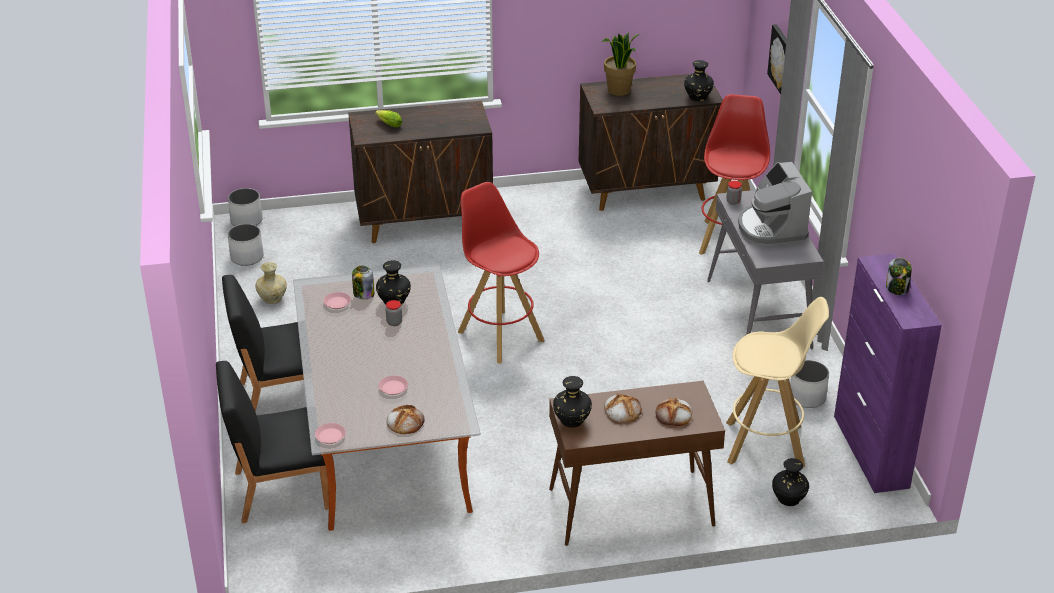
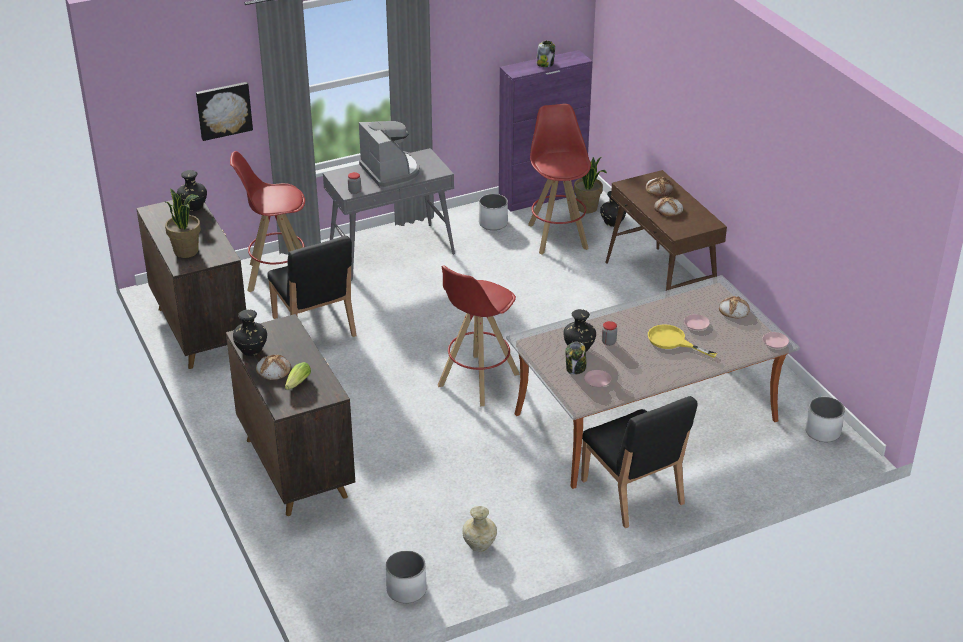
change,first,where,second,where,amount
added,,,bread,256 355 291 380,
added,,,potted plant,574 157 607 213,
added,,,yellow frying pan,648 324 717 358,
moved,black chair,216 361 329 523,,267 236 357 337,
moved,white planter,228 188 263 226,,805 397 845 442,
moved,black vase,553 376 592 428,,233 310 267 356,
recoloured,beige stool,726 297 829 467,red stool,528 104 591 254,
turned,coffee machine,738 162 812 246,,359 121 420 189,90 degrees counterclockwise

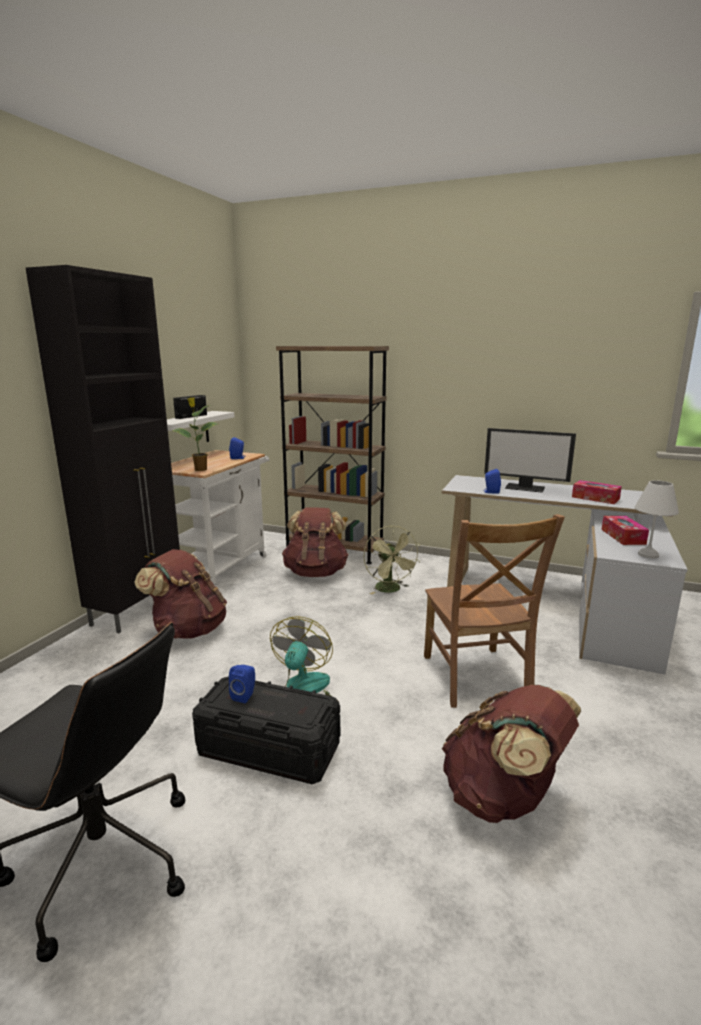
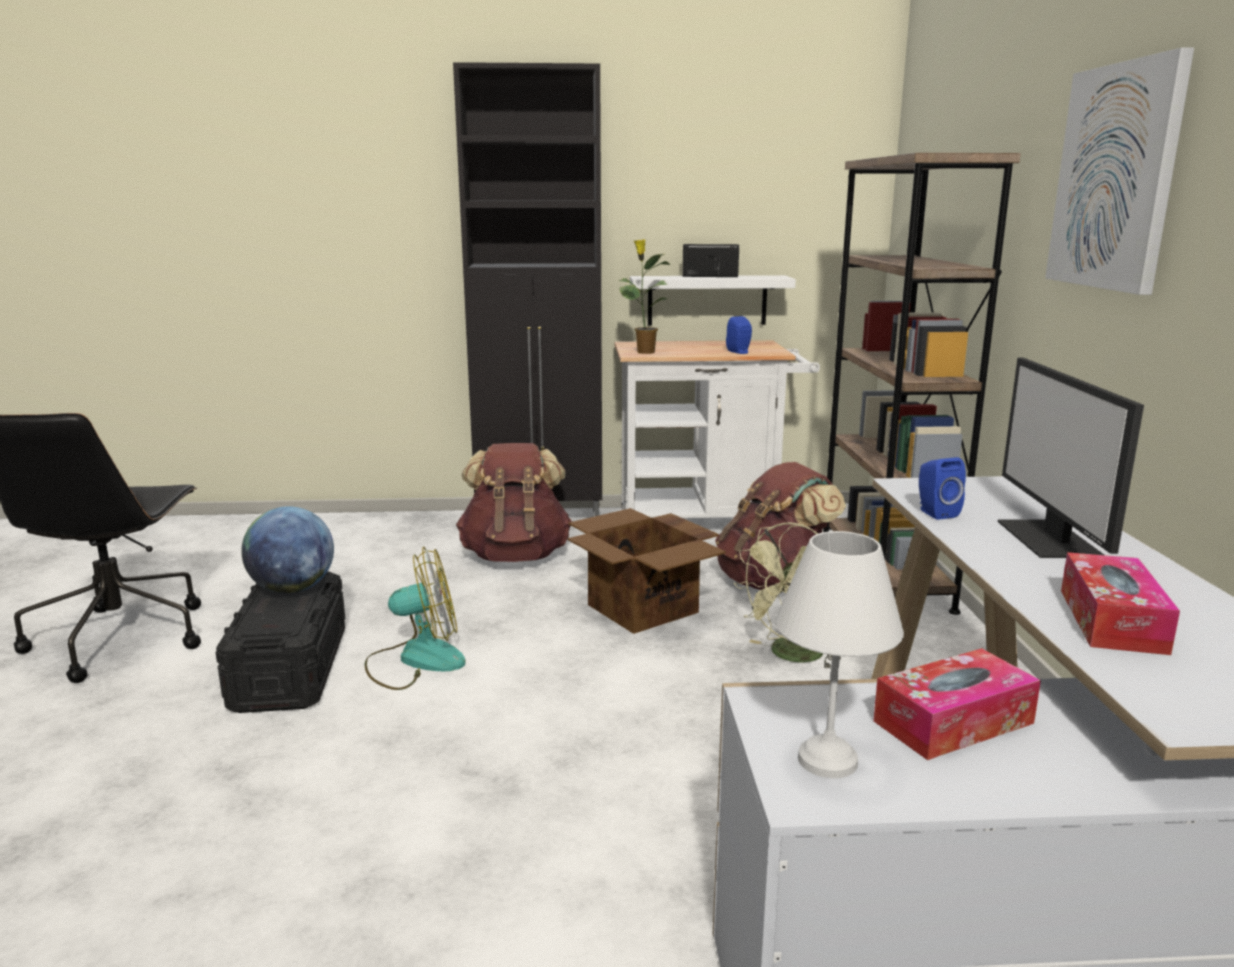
change,first,where,second,where,amount
removed,brown chair,424 514 565 708,,,
removed,brown backpack,442 685 581 823,,,
added,,,cardboard box,568 508 726 634,
added,,,picture,1045 47 1194 295,
replaced,blue speaker,229 665 255 703,globe,241 506 334 594,

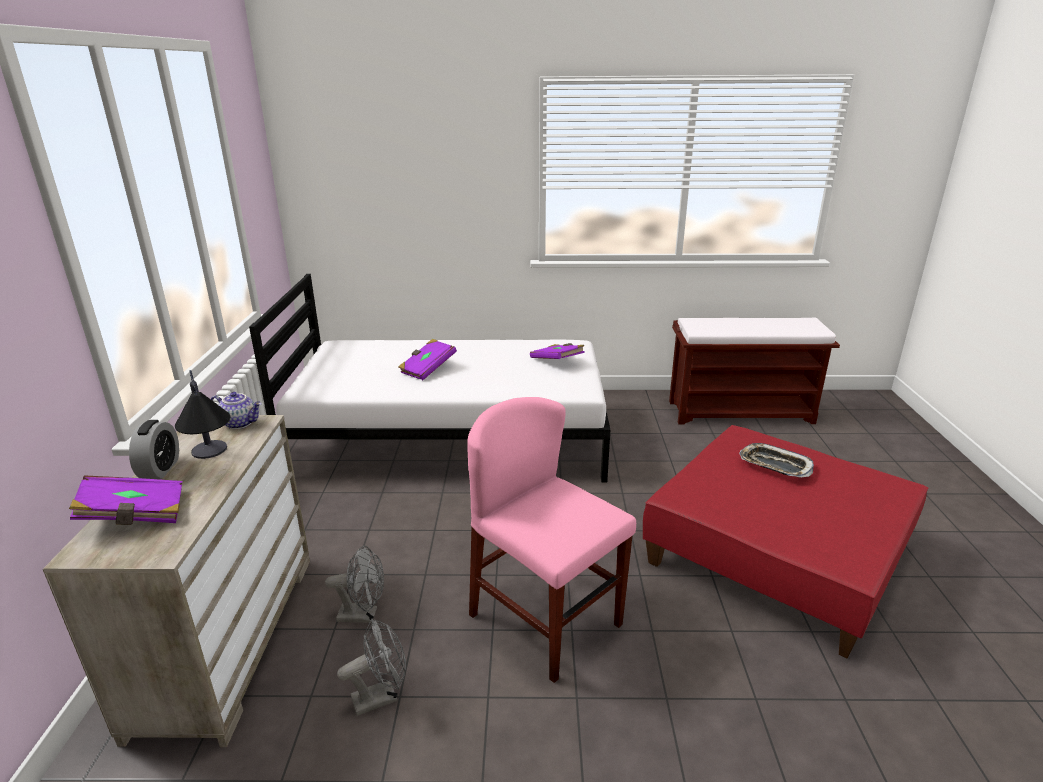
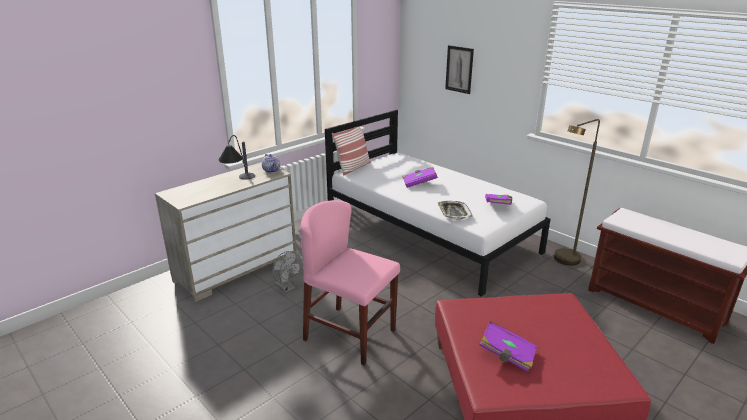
change,first,where,second,where,amount
removed,alarm clock,129 420 179 479,,,
removed,grey fan,337 619 406 716,,,
added,,,pillow,332 126 371 175,
added,,,picture,445 45 474 94,
added,,,brown floor lamp,554 119 600 265,
moved,purple book,69 475 182 525,,479 321 537 372,
moved,tray,739 443 814 478,,437 201 472 220,
turned,pink chair,467 397 636 683,,301 200 400 365,60 degrees counterclockwise

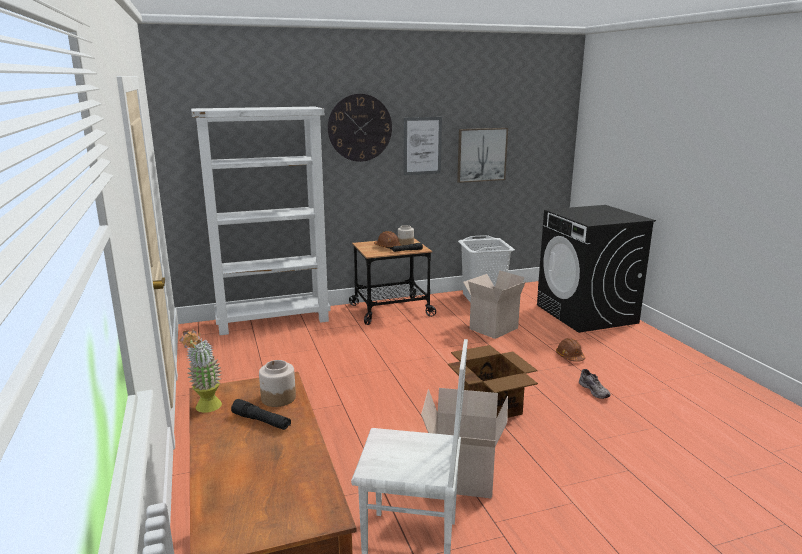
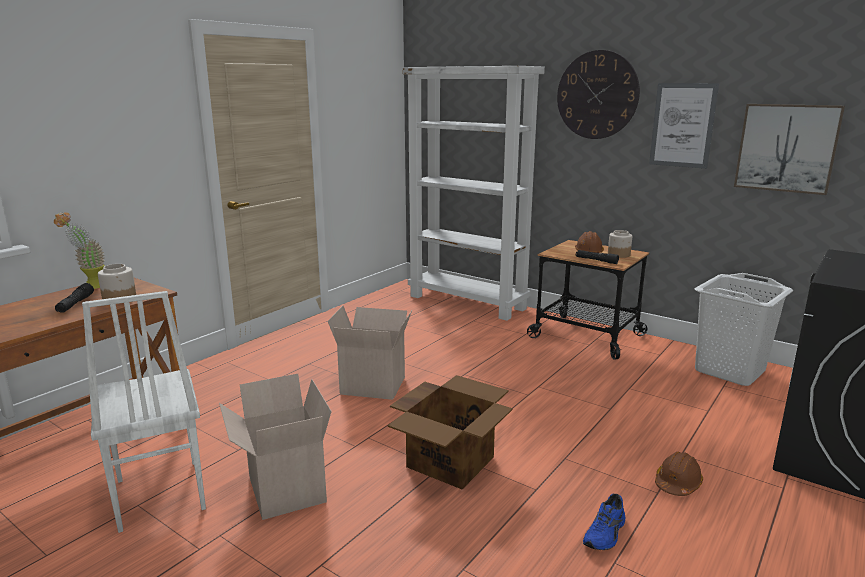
change,first,where,second,where,amount
moved,cardboard box,463 270 526 339,,328 306 412 400,
recoloured,grey shoe,579 369 611 399,blue shoe,583 493 625 550,

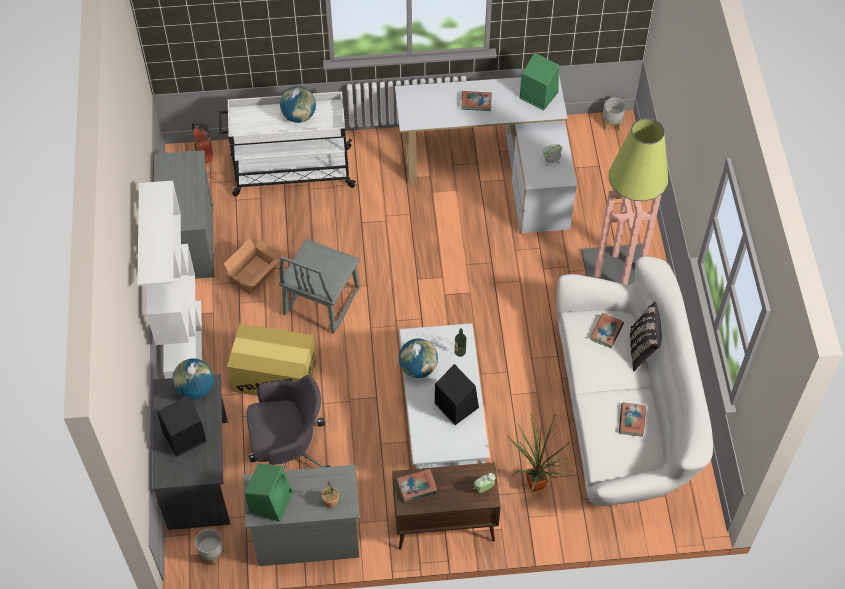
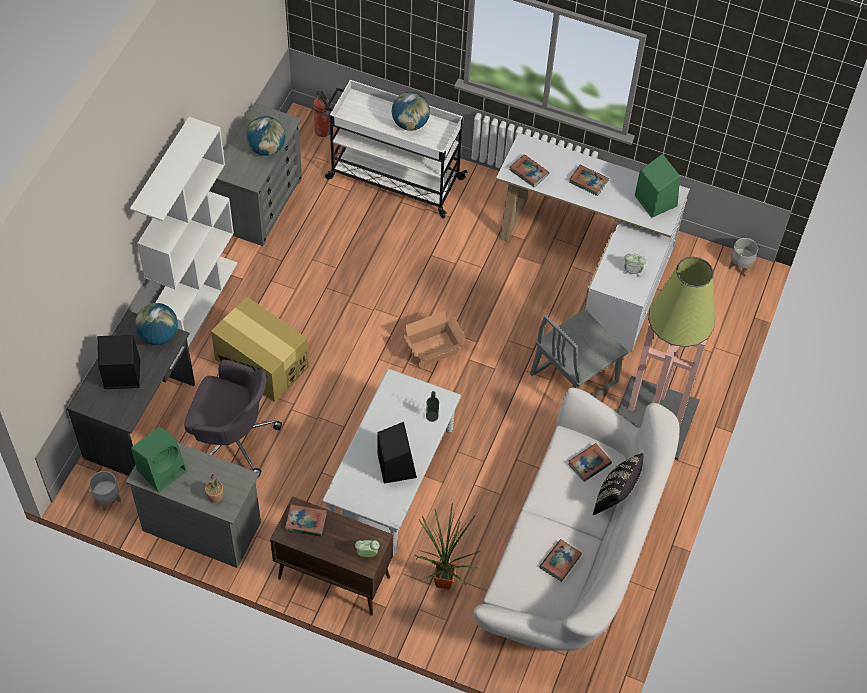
change,first,where,second,where,amount
added,,,book,510 154 549 188,
moved,cardboard box,224 238 280 295,,403 311 465 368,
moved,grey chair,279 239 360 334,,530 309 628 398,
moved,globe,399 338 438 378,,246 116 285 156,

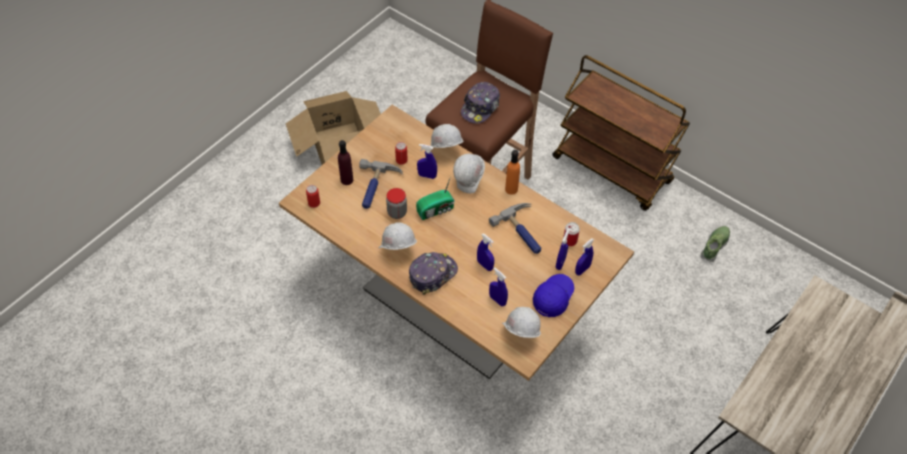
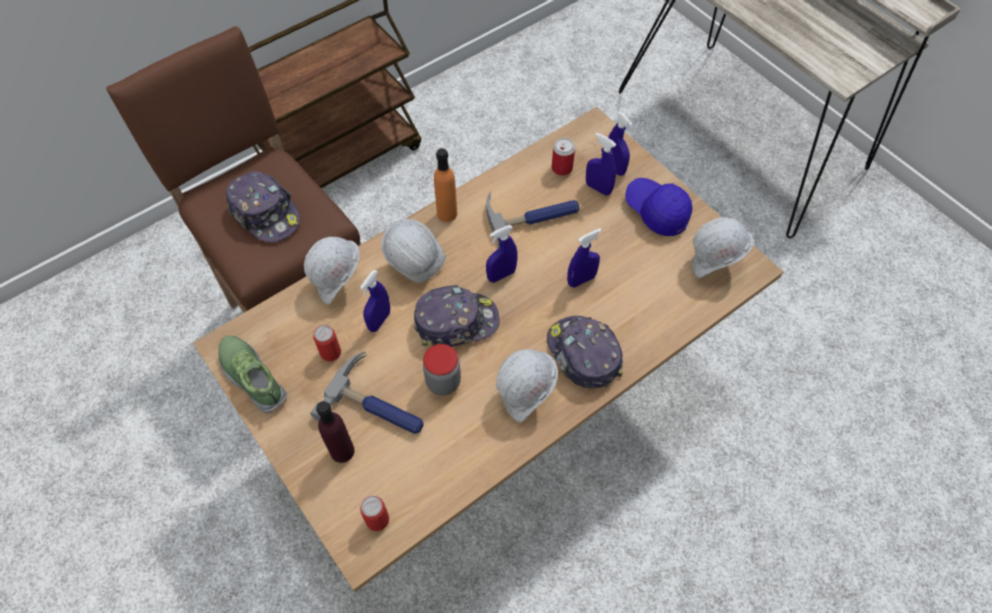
change,first,where,second,where,amount
removed,cardboard box,286 91 381 165,,,
moved,blue spray bottle,489 267 508 306,,486 225 518 283,
moved,shoe,701 226 730 262,,218 335 287 413,
replaced,radio,416 176 455 220,cap,414 285 500 347,

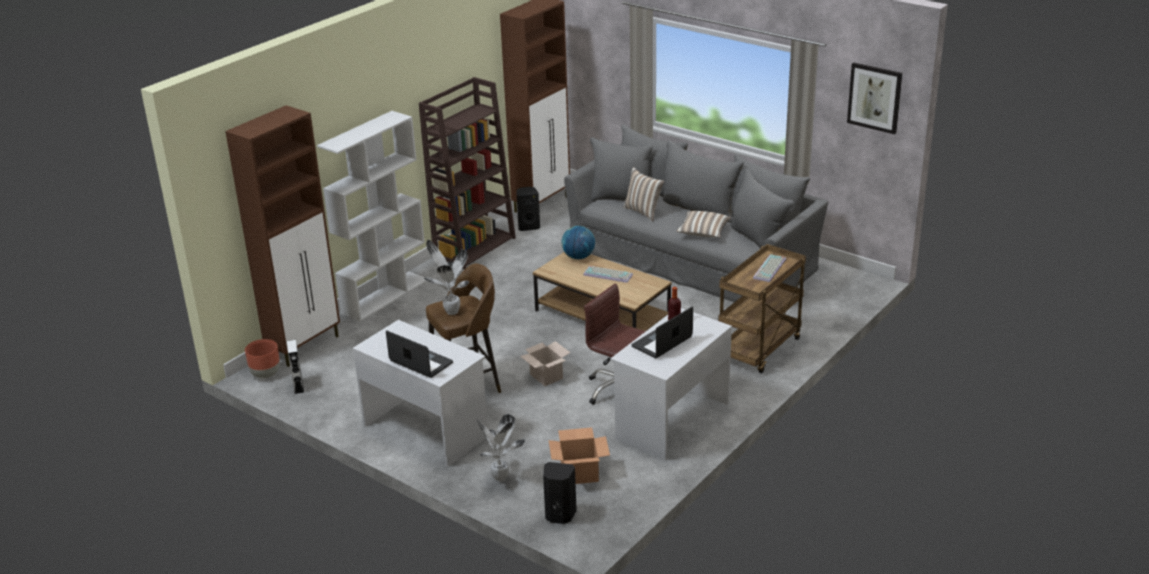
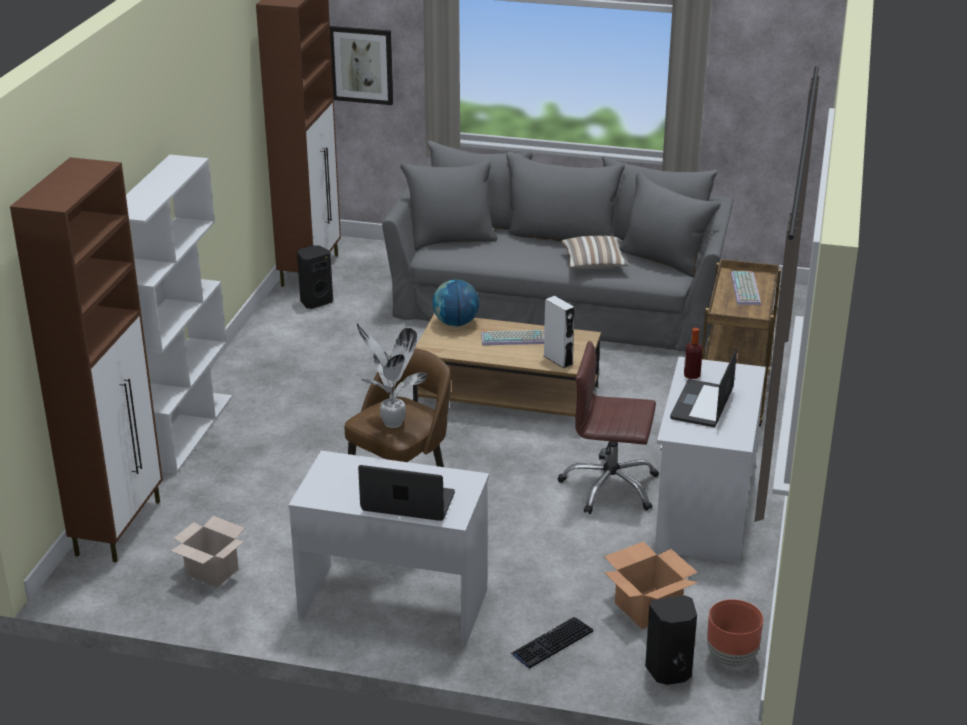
change,first,where,second,where,amount
removed,brown bookcase,419 77 516 270,,,
removed,pillow,623 167 664 222,,,
moved,brown planter,245 339 280 378,,707 599 763 667,
moved,white speaker,287 340 304 394,,544 296 575 368,
moved,cardboard box,520 341 571 386,,171 516 245 587,
moved,picture,847 62 902 134,,330 26 393 105,
replaced,potted plant,477 414 525 482,keyboard,510 617 593 669,

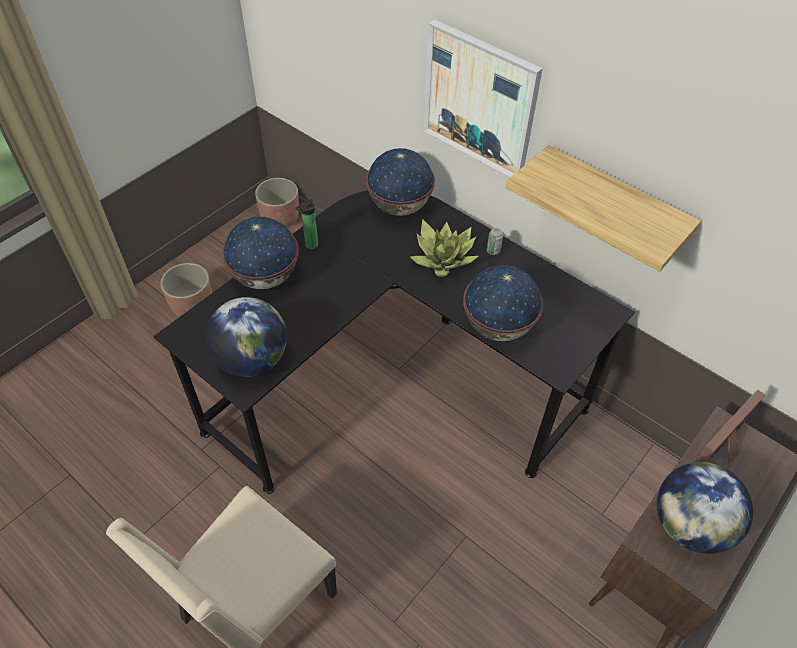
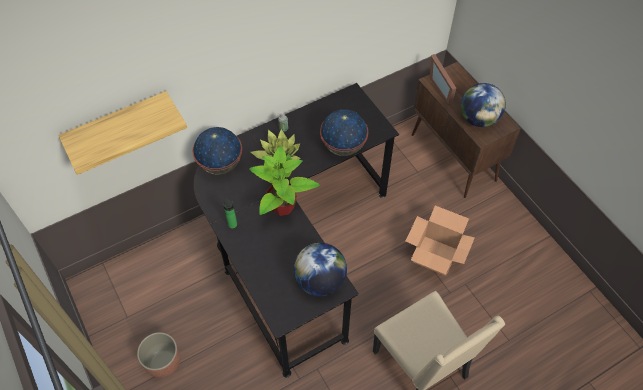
change,first,where,second,where,amount
removed,globe,222 217 299 289,,,
removed,planter,255 178 299 228,,,
removed,picture,423 19 543 177,,,
added,,,potted plant,249 146 320 216,
added,,,cardboard box,406 206 475 276,
moved,shelf,505 145 701 272,,58 91 187 175,

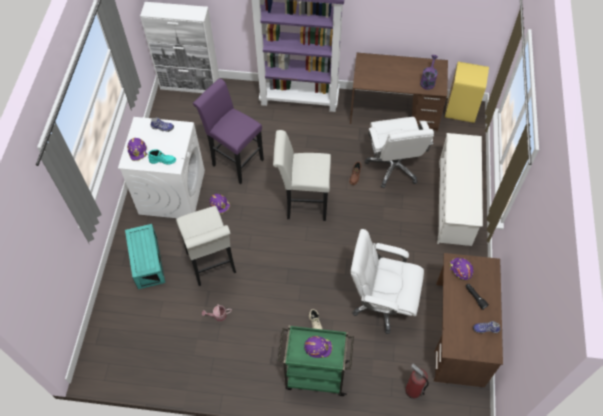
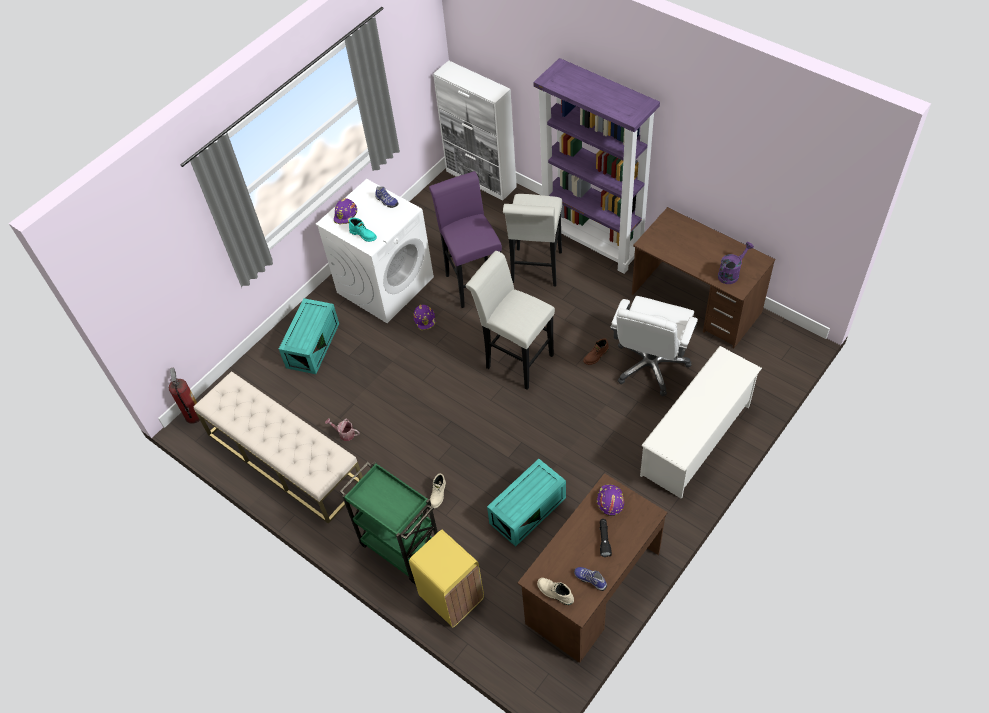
change,first,where,second,where,amount
removed,purple hard hat,304 336 332 358,,,
added,,,beige bench,194 371 363 524,
added,,,beige boot,537 578 574 605,
moved,white stool,176 206 236 286,,503 194 562 286,
moved,fire extinguisher,405 363 429 399,,169 368 200 424,
moved,yellow trash can,445 62 489 123,,409 530 484 627,
replaced,white office chair,351 229 424 334,turquoise storage box,487 459 566 547,

